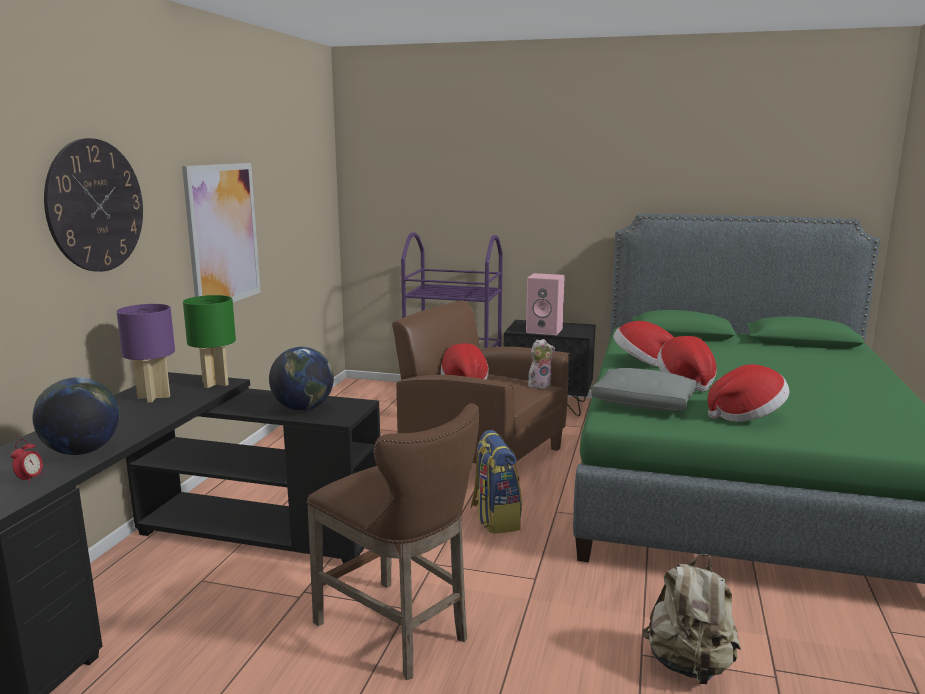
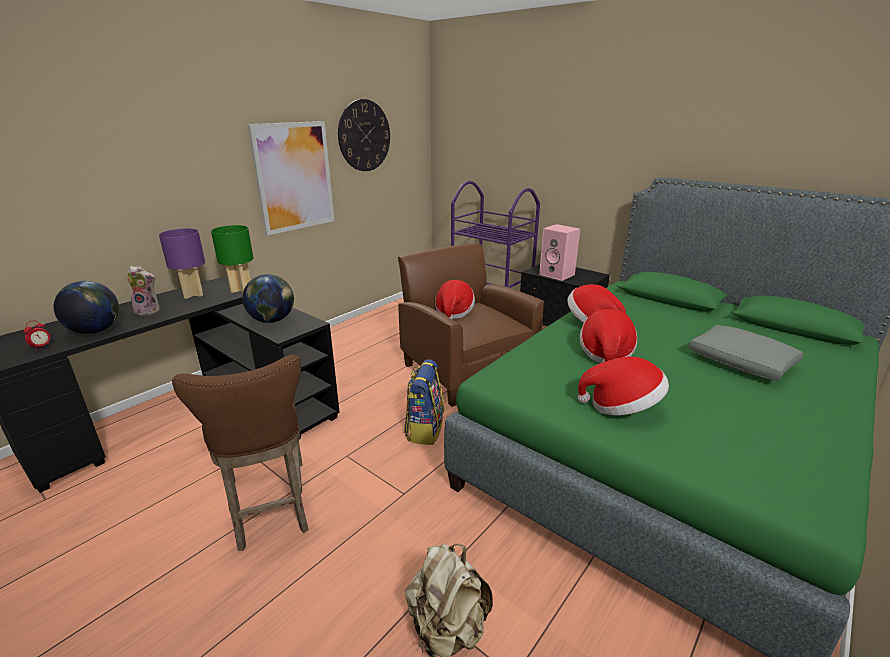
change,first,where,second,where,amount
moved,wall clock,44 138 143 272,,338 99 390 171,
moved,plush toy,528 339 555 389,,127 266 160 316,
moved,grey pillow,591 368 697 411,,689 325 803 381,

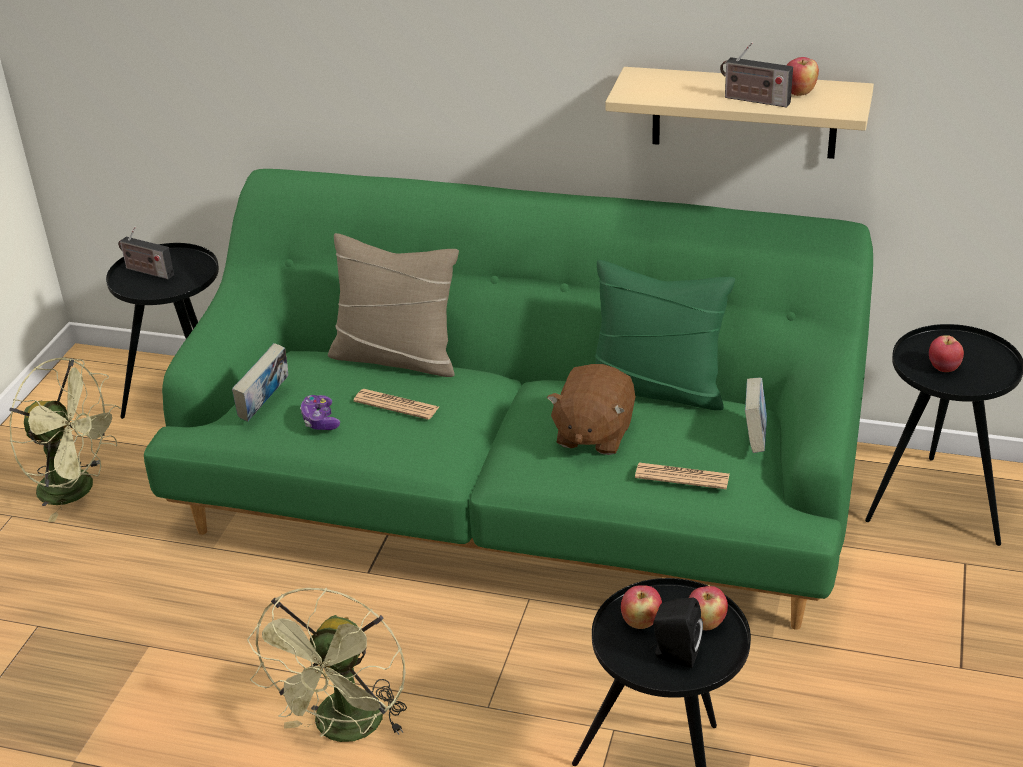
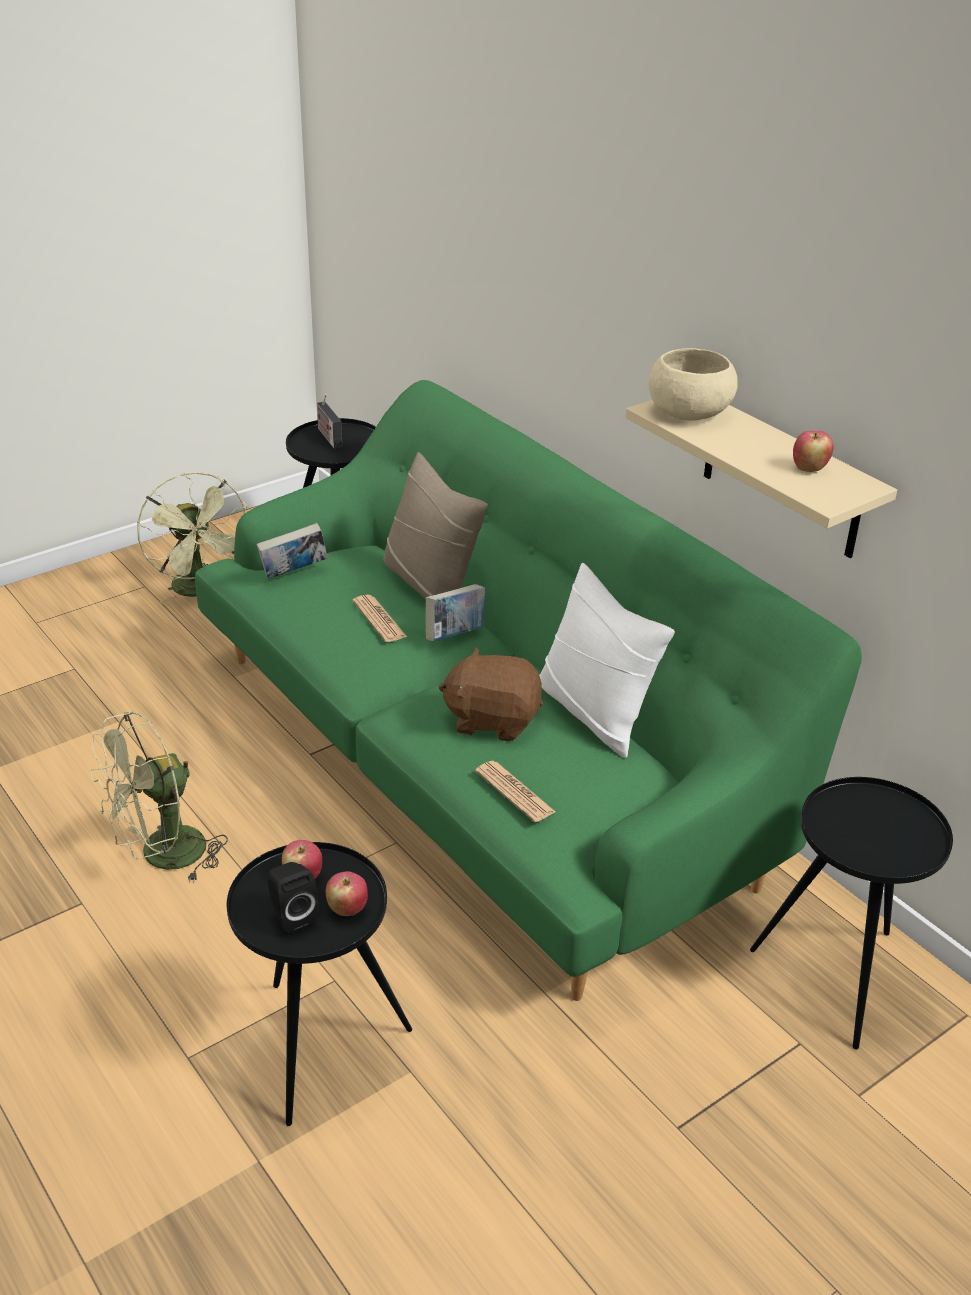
change,first,where,second,where,amount
removed,game controller,300 395 340 430,,,
removed,radio,720 42 793 108,,,
removed,apple,929 335 964 372,,,
added,,,beige bowl,649 348 738 421,
moved,book,745 377 767 453,,425 584 485 642,
recoloured,green pillow,595 260 735 410,white pillow,539 563 675 758,
turned,brown plush toy,547 364 636 455,,439 647 543 742,45 degrees clockwise

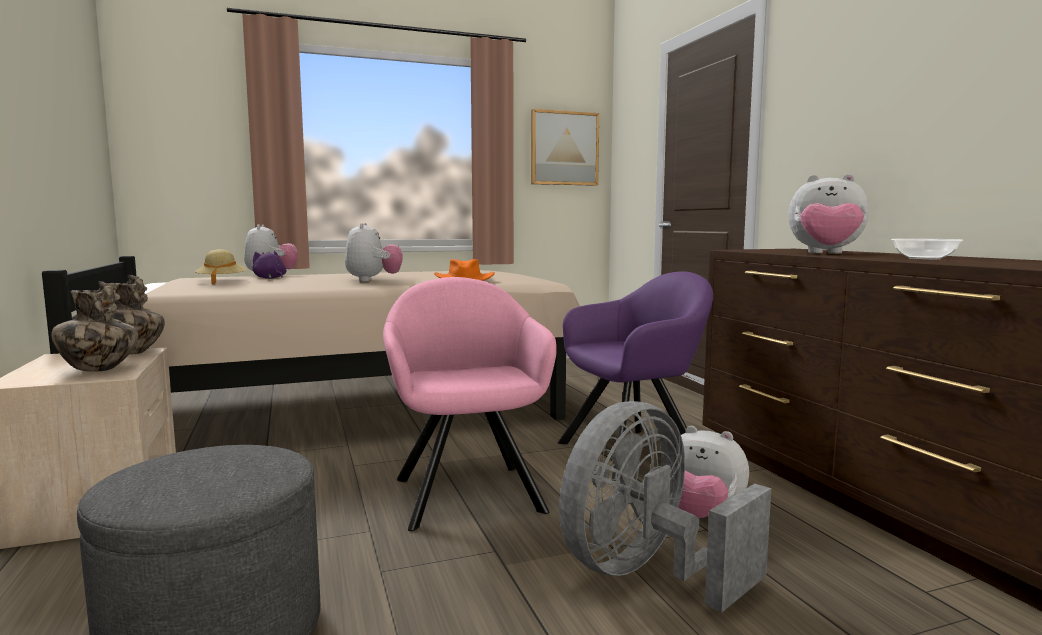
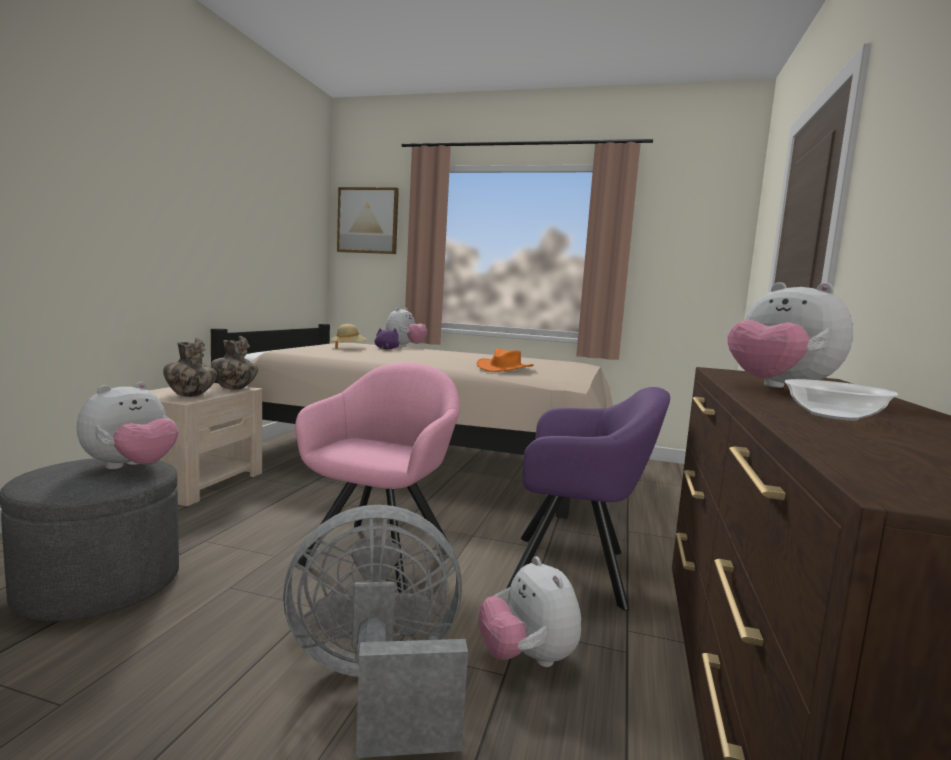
change,first,where,second,where,amount
moved,plush toy,345 223 402 281,,77 382 179 469,
moved,picture,531 109 599 186,,337 187 399 254,

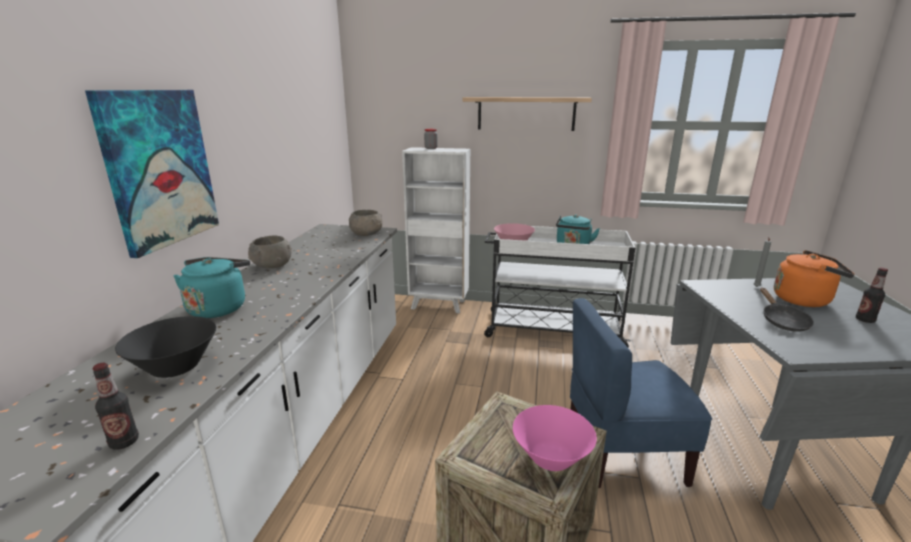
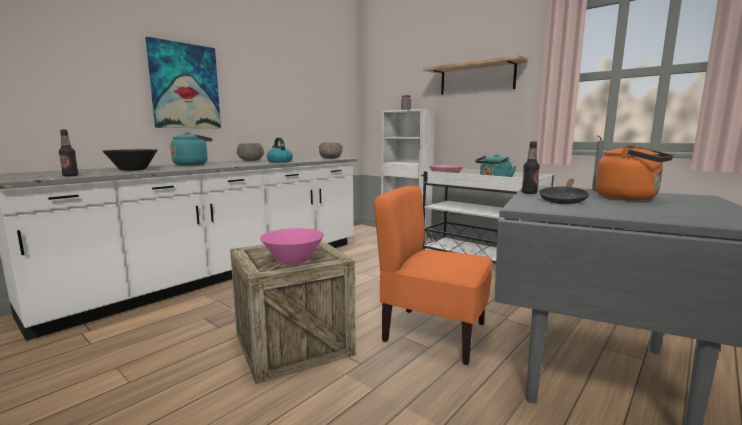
change,first,where,second,where,amount
added,,,kettle,267 137 293 163,
moved,bottle,856 268 888 323,,522 141 540 194,
recoloured,blue chair,570 298 712 488,orange chair,374 186 493 365,

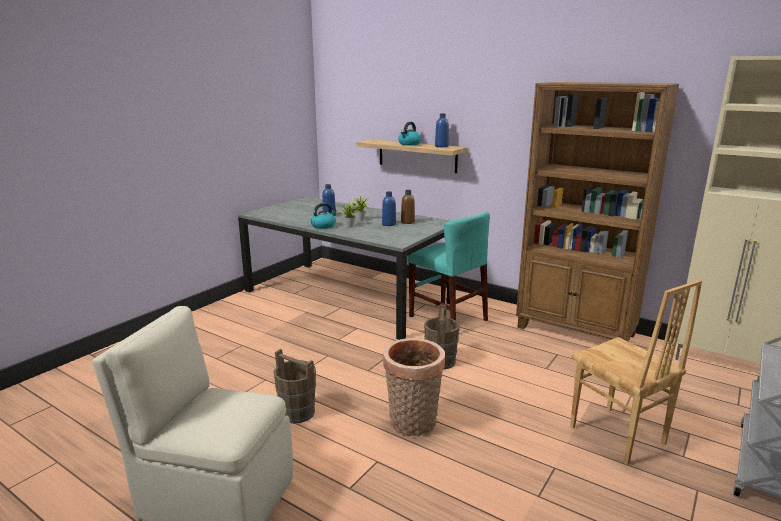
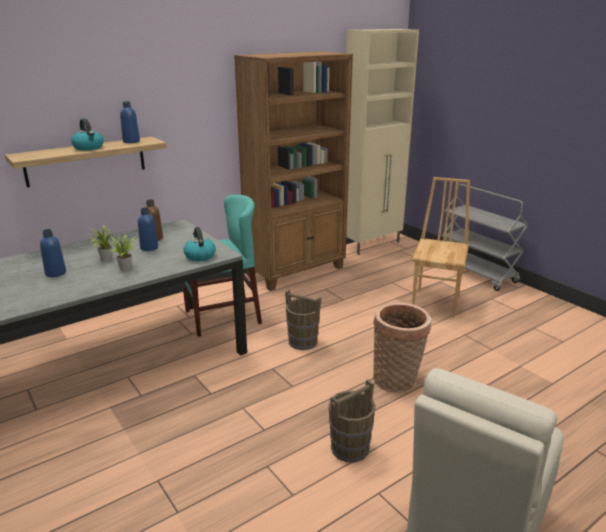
change,first,where,second,where,amount
moved,kettle,311 203 337 229,,184 227 216 261,
turned,brown chair,570 280 702 465,,412 177 470 318,60 degrees counterclockwise

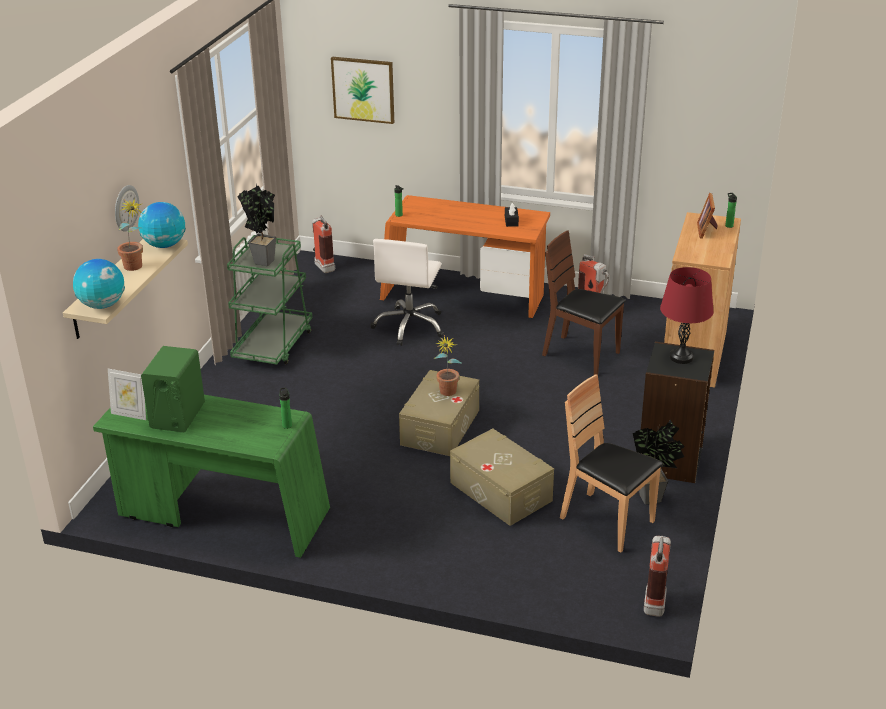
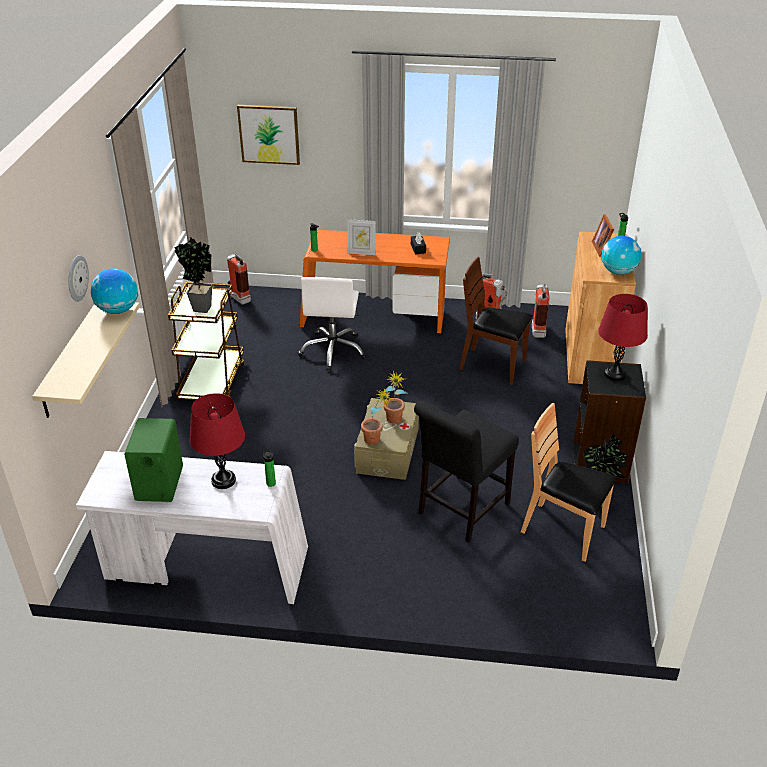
change,first,where,second,where,amount
added,,,red table lamp,190 393 245 489,
moved,globe,73 259 125 309,,601 236 641 275,
moved,picture frame,108 369 146 420,,347 219 376 255,
moved,potted plant,117 199 143 271,,361 389 394 445,
moved,fire extinguisher,644 536 671 617,,532 284 550 338,
replaced,beige storage box,450 429 554 526,black chair,414 400 519 543,
recoloured,green desk,93 395 330 558,white desk,76 451 308 604,
recoloured,green cart,227 235 312 364,brown cart,168 282 245 401,

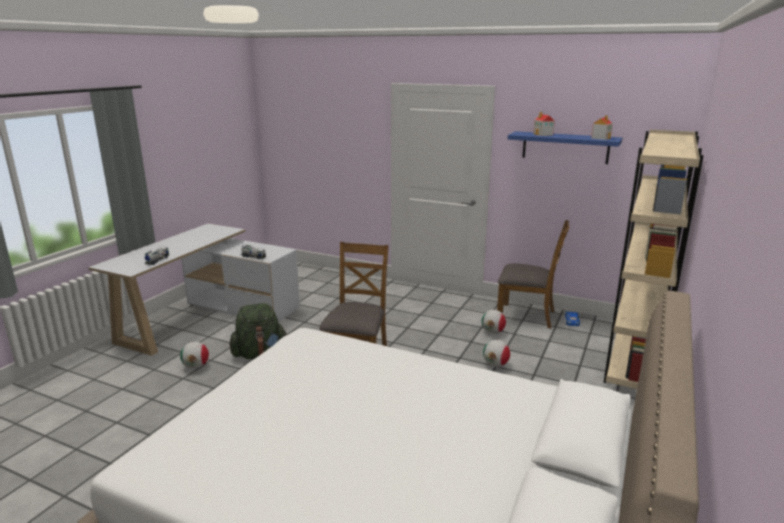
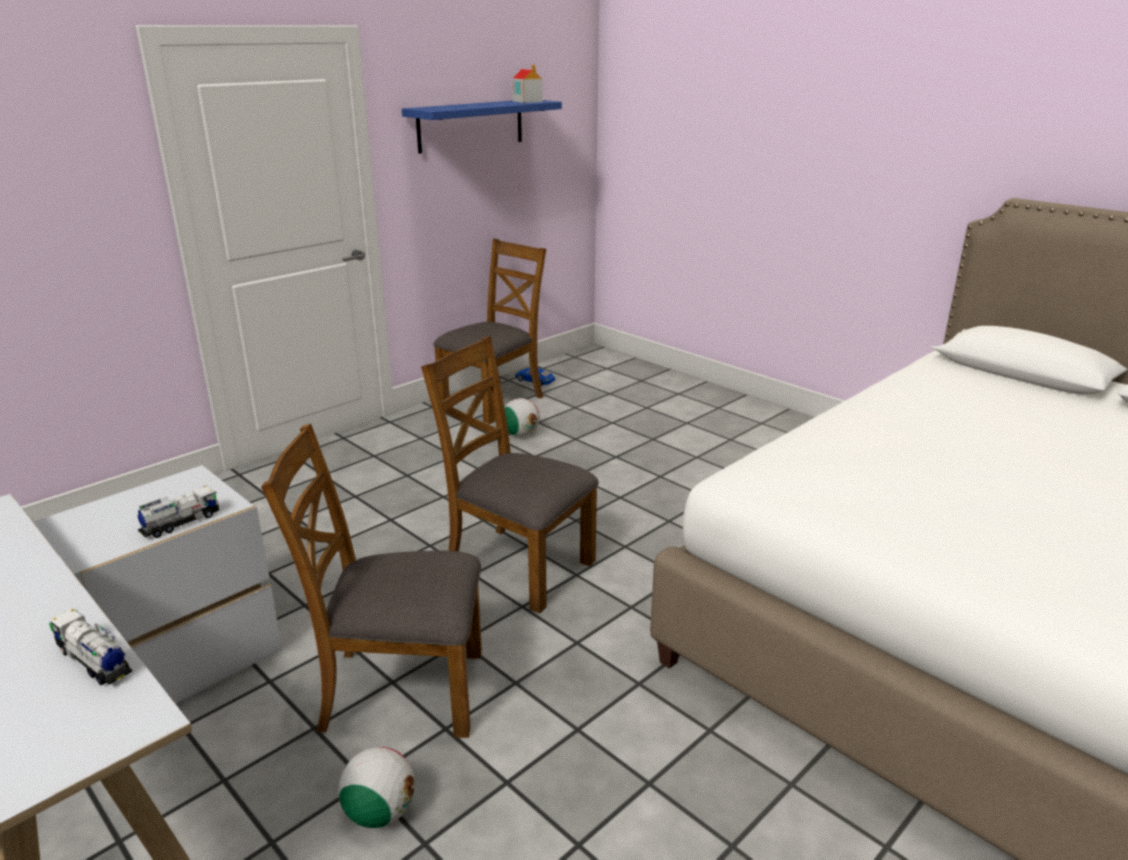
change,first,where,second,where,amount
removed,football,483 340 510 367,,,
removed,toy house,533 112 555 136,,,
removed,beige bookcase,604 130 704 389,,,
replaced,green backpack,229 303 288 359,brown chair,261 423 482 738,

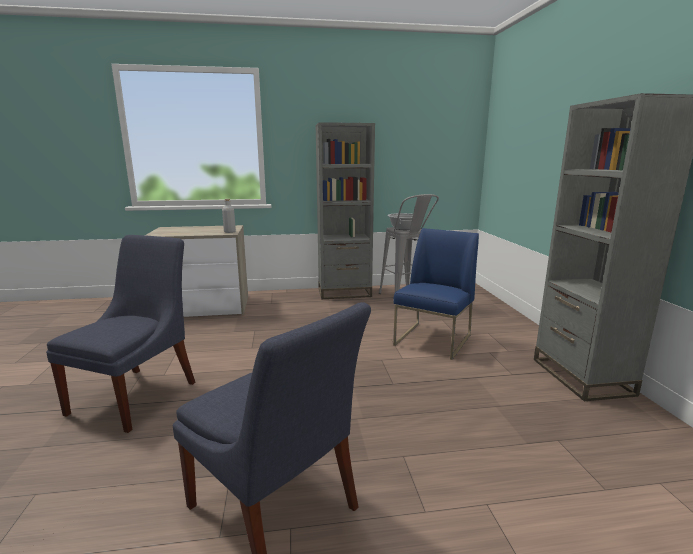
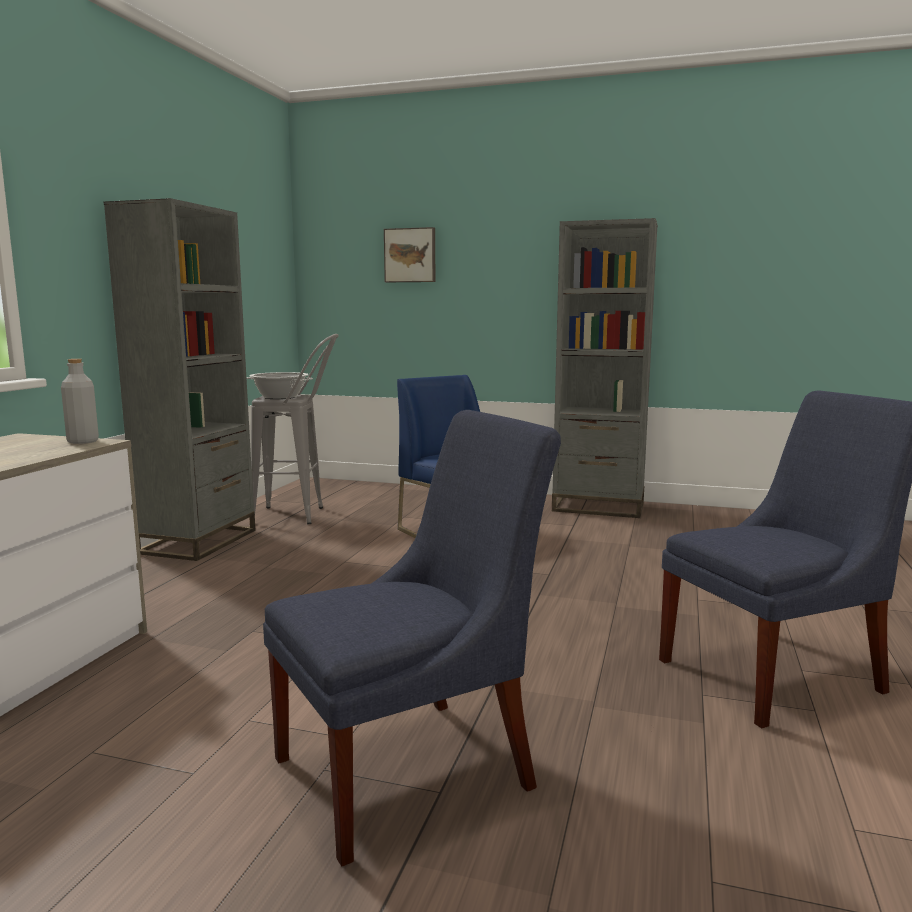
change,first,where,second,where,amount
added,,,picture,384 227 435 282,
turned,blue chair,46 235 195 433,,263 410 561 866,105 degrees clockwise

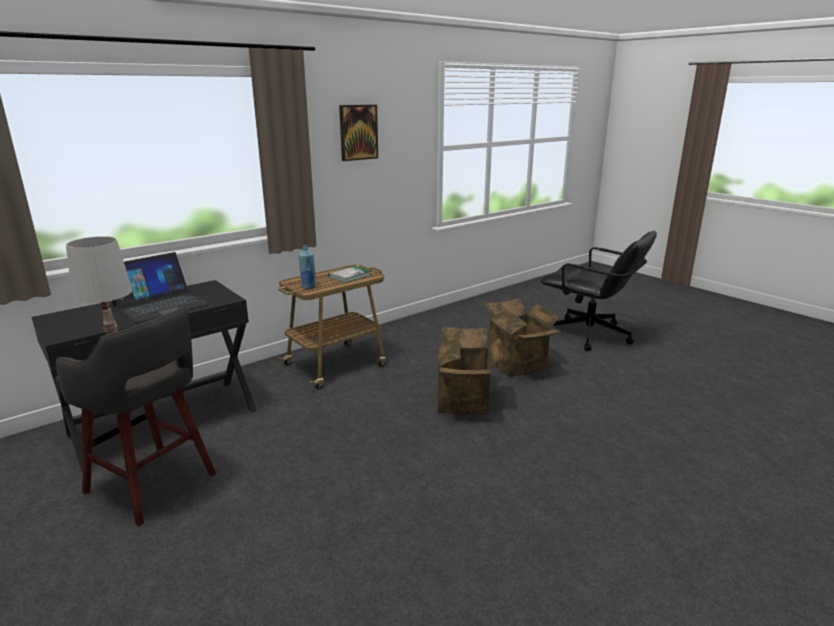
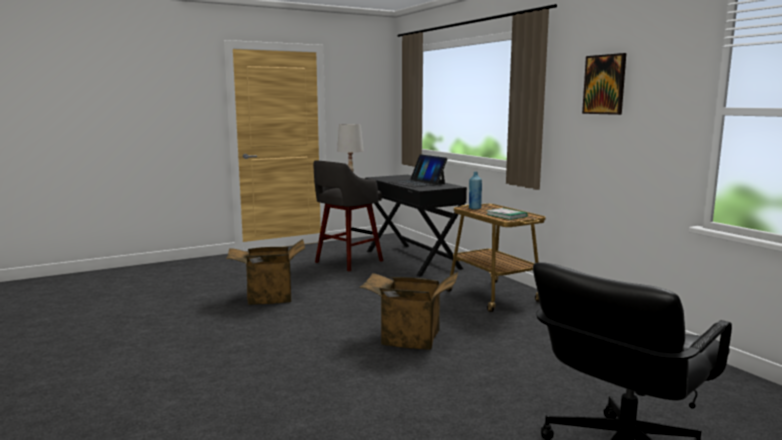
change,first,where,second,where,amount
moved,cardboard box,484 298 562 377,,226 239 305 305,

